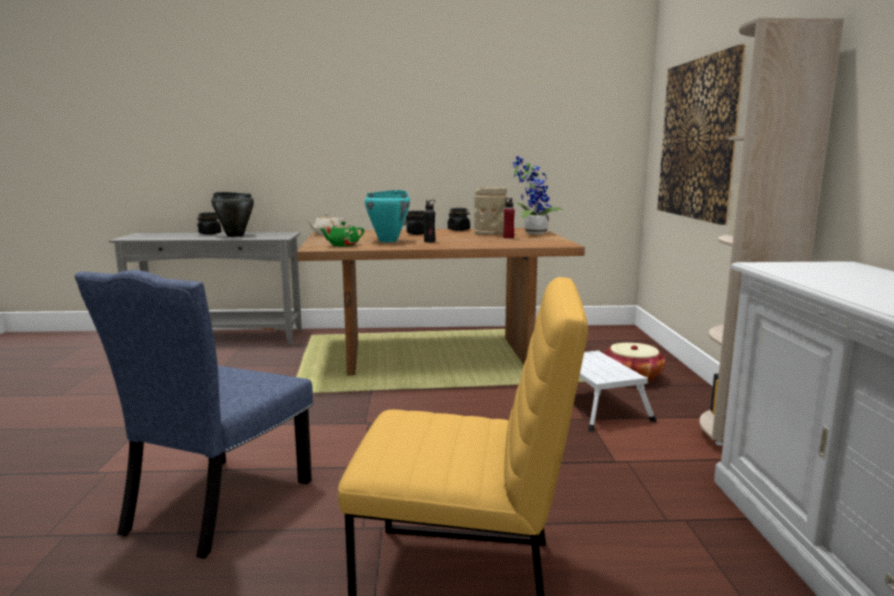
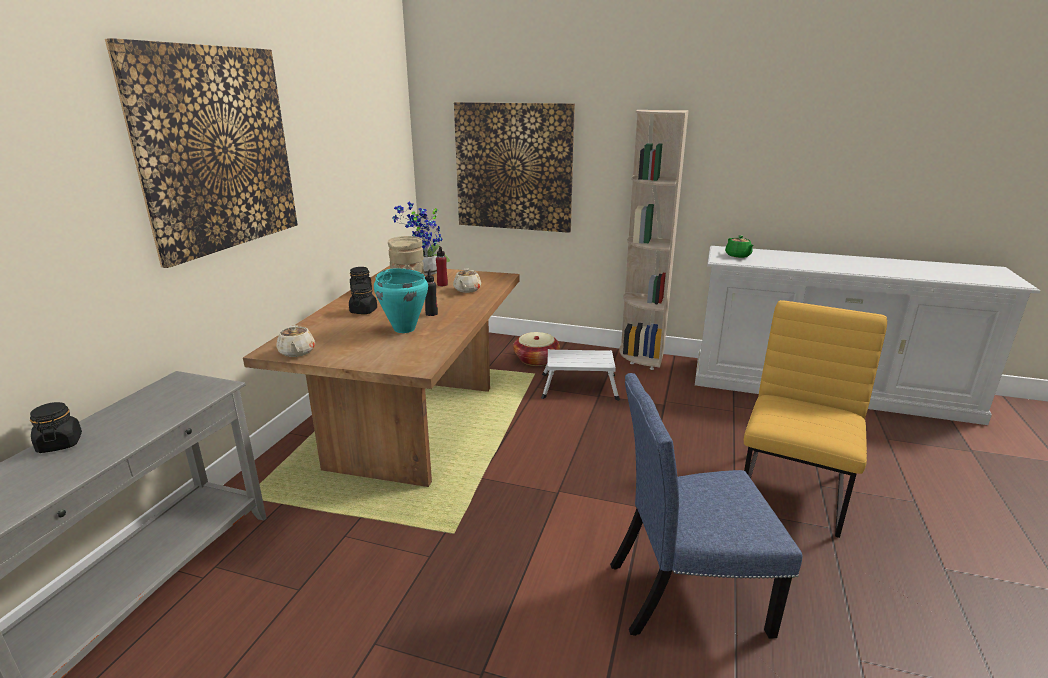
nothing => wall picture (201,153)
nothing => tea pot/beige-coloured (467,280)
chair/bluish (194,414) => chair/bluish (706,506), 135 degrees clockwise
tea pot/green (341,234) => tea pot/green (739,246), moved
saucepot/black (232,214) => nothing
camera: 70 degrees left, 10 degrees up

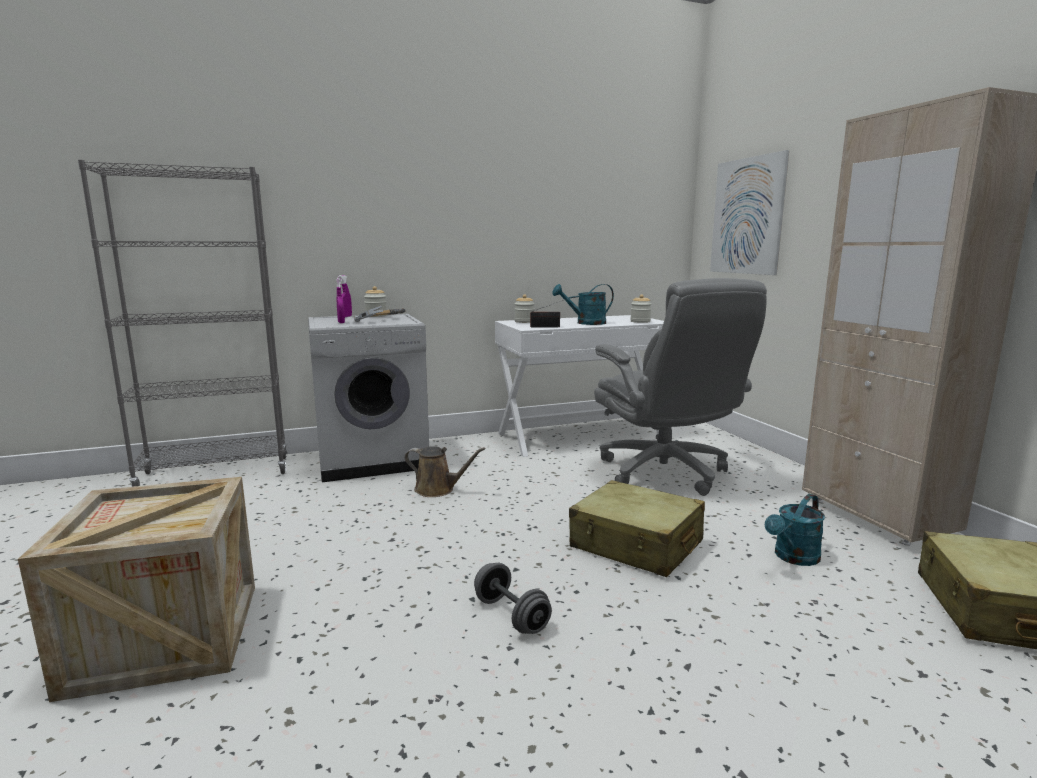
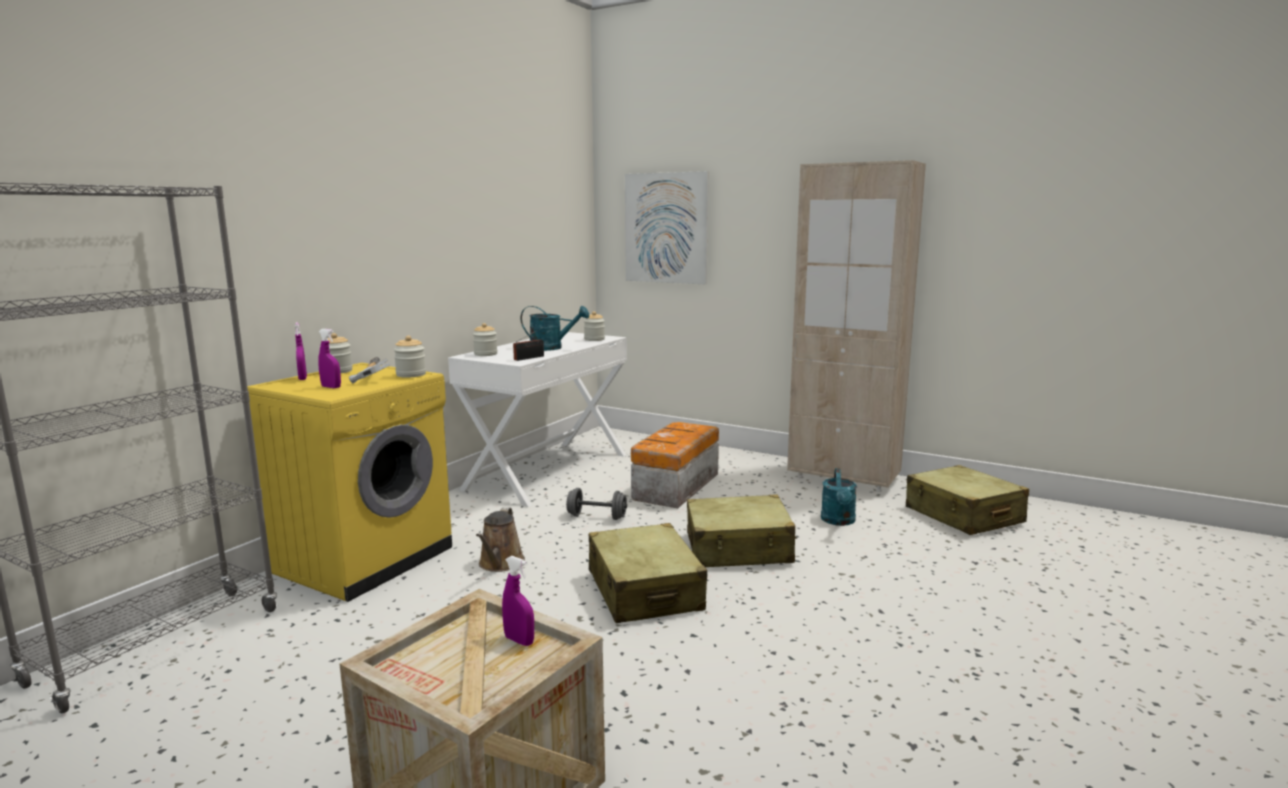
laundry appliance/white-coloured (368,398) => laundry appliance/yellow-coloured (349,482)
nothing => storage jar (410,357)
watering can/brown-coloured (445,471) => watering can/brown-coloured (500,539), 120 degrees clockwise
nothing => hand sprayer/purple-coloured (518,601)
watering can/turquoise-coloured (583,304) => watering can/turquoise-coloured (555,328), 120 degrees counterclockwise
free weight/greyish (513,598) => free weight/greyish (596,504), moved
nothing => travel case/beige-coloured (648,573)
computer chair/greyish (680,386) => storage box (675,465)
camera: 40 degrees left, 0 degrees up

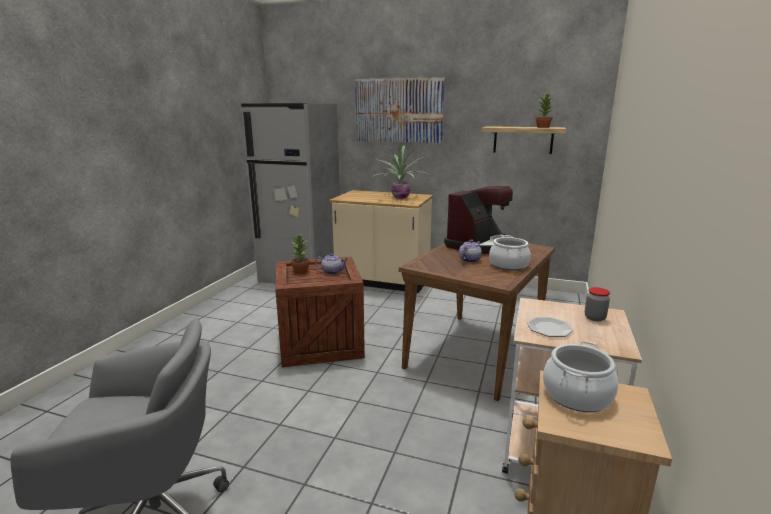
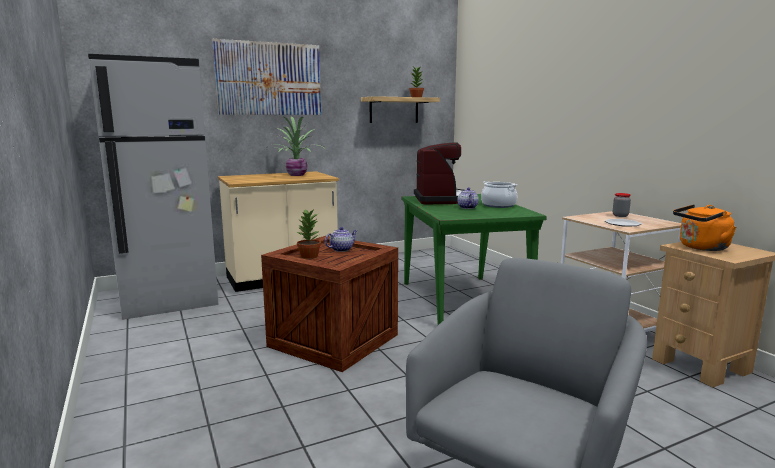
dinner table/brown-coloured (477,322) => dinner table/green (474,259)
saucepot (580,376) => water kettle/orange (704,227)
camera: 45 degrees left, 5 degrees down

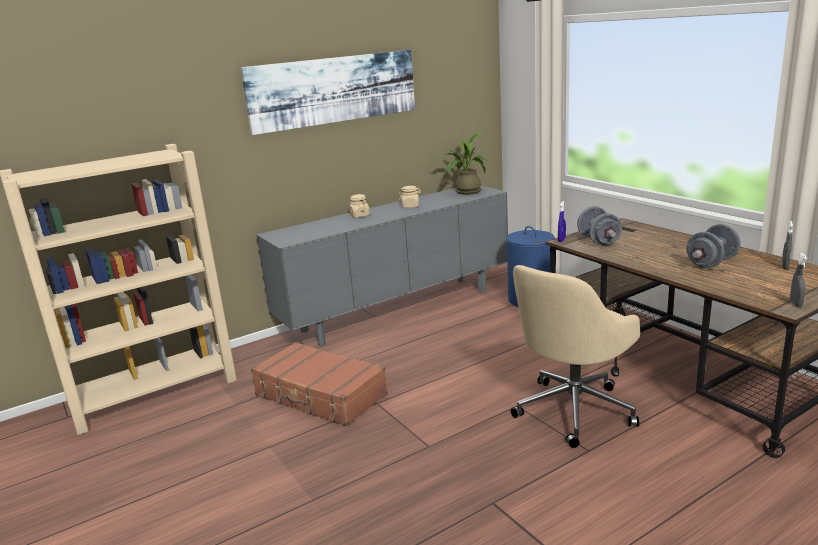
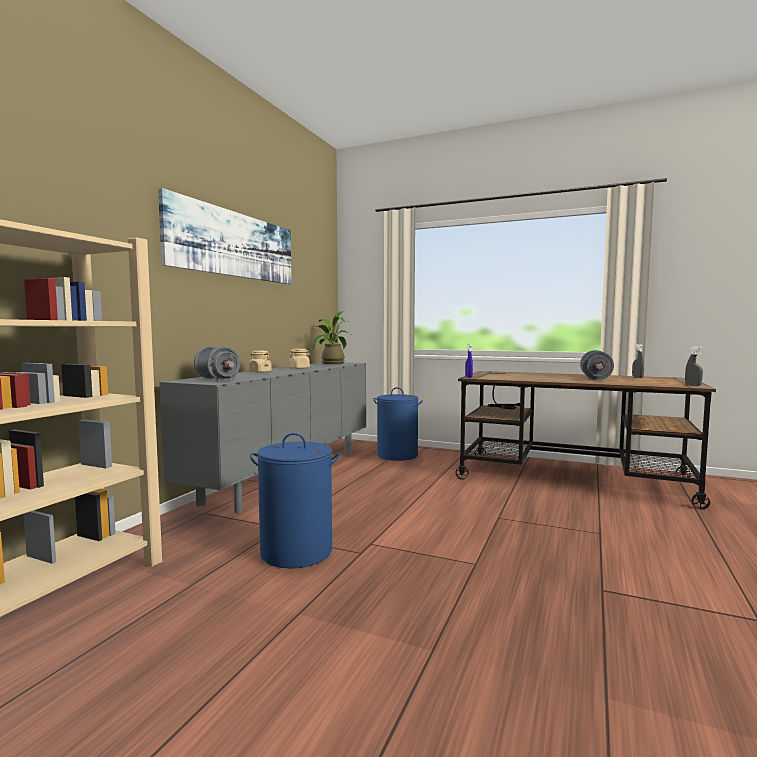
free weight/greyish (599,226) => free weight/greyish (217,363), moved
travel case/brown-coloured (319,384) => laundry basket/bluish (295,501)
computer chair/beige-coloured (575,356) => nothing
camera: 35 degrees left, 15 degrees down

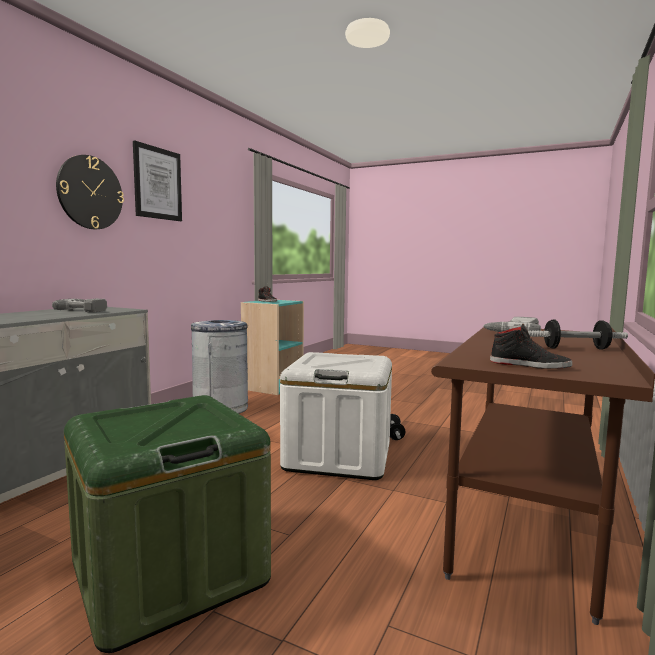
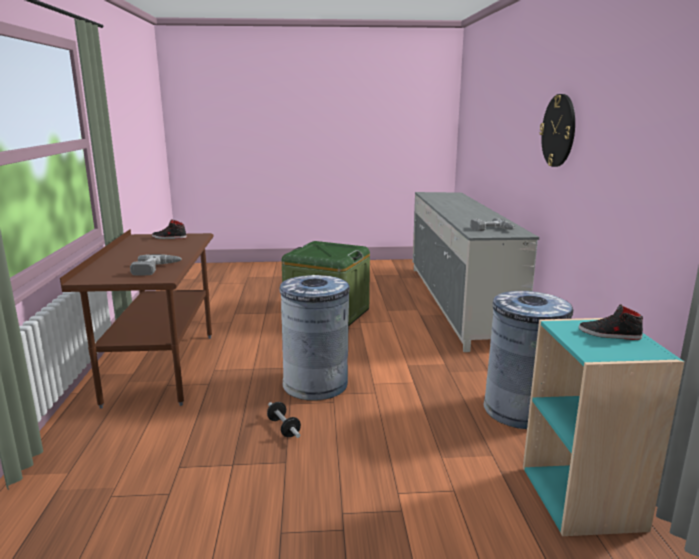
storage box/white-coloured (336,416) => rubbish bin/greyish (315,338)
wall picture (157,180) => nothing
free weight (578,335) => nothing
camera: 150 degrees right, 10 degrees up

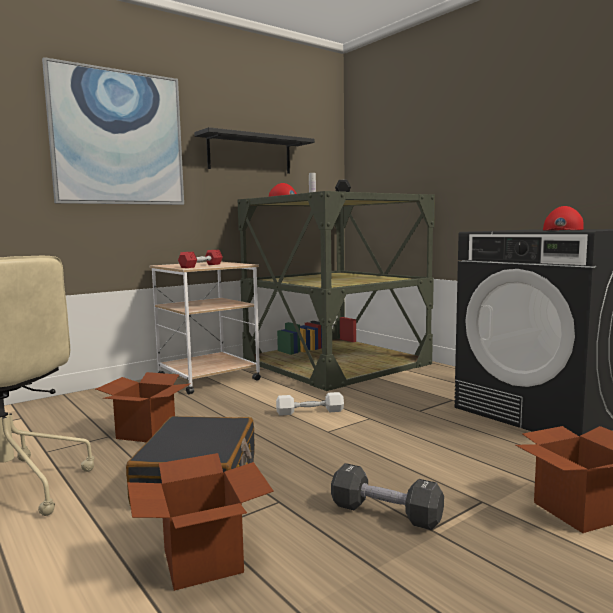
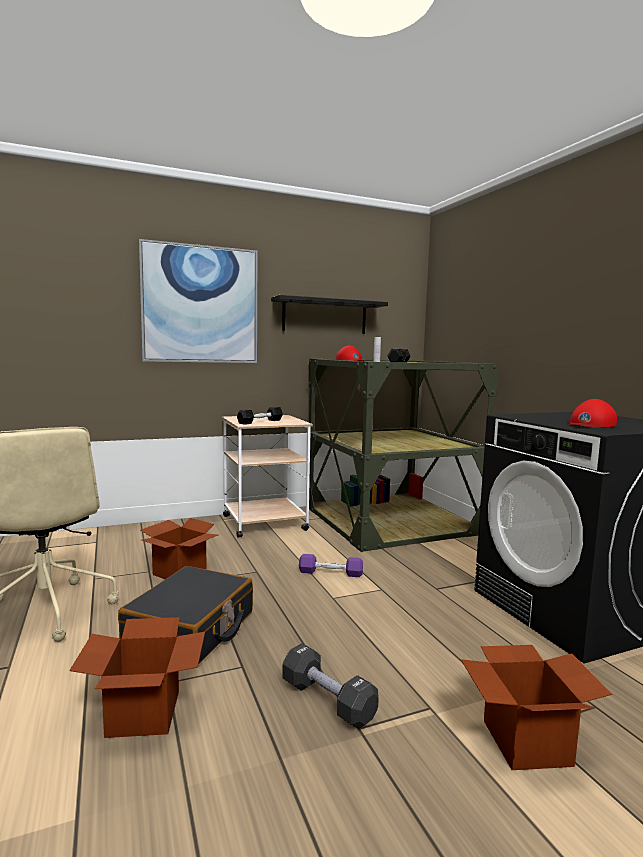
free weight/red-coloured (200,259) => free weight/black (260,416)
free weight/white-coloured (310,404) => free weight/purple-coloured (331,565)
camera: 15 degrees right, 0 degrees up

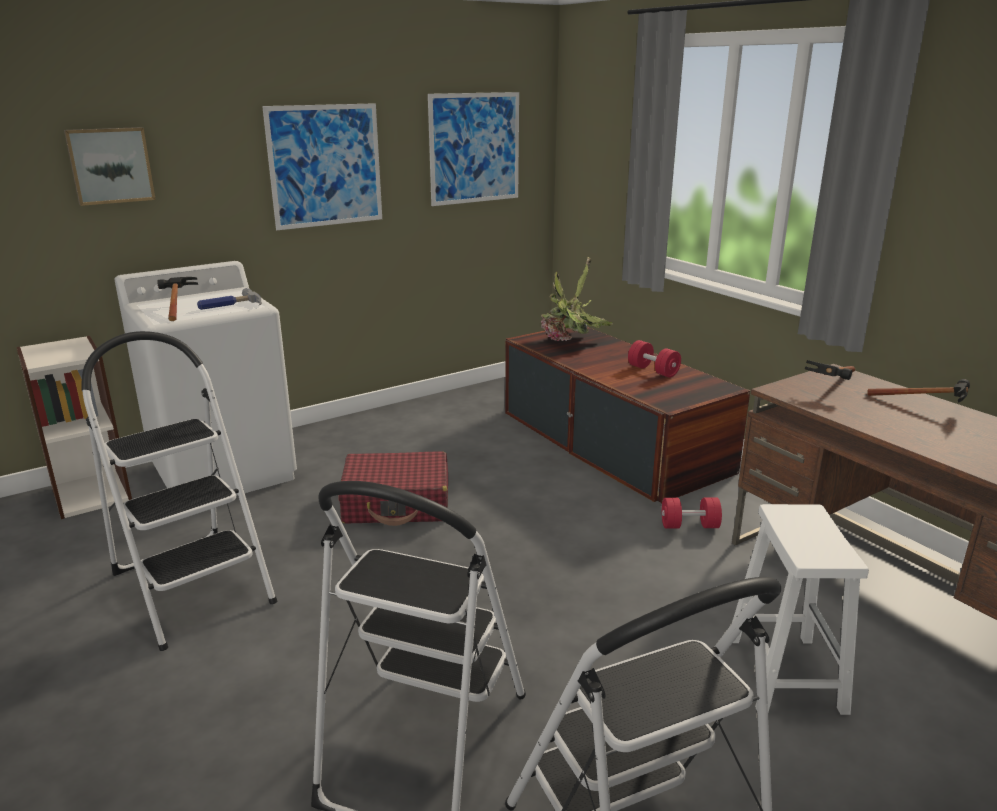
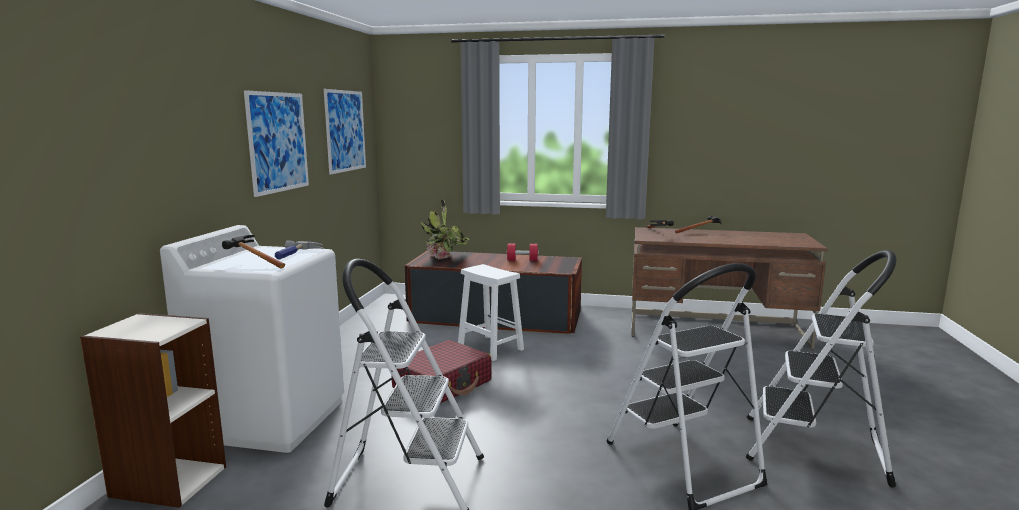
sitting stool/white-coloured (800,609) => sitting stool/white-coloured (491,312), moved
wall picture (110,166) => nothing
free weight/red-coloured (692,513) => nothing
camera: 45 degrees left, 10 degrees down

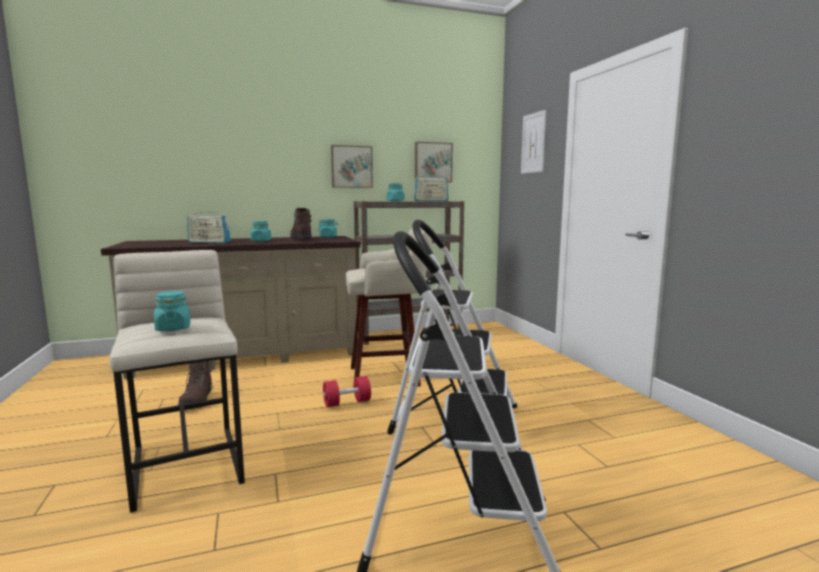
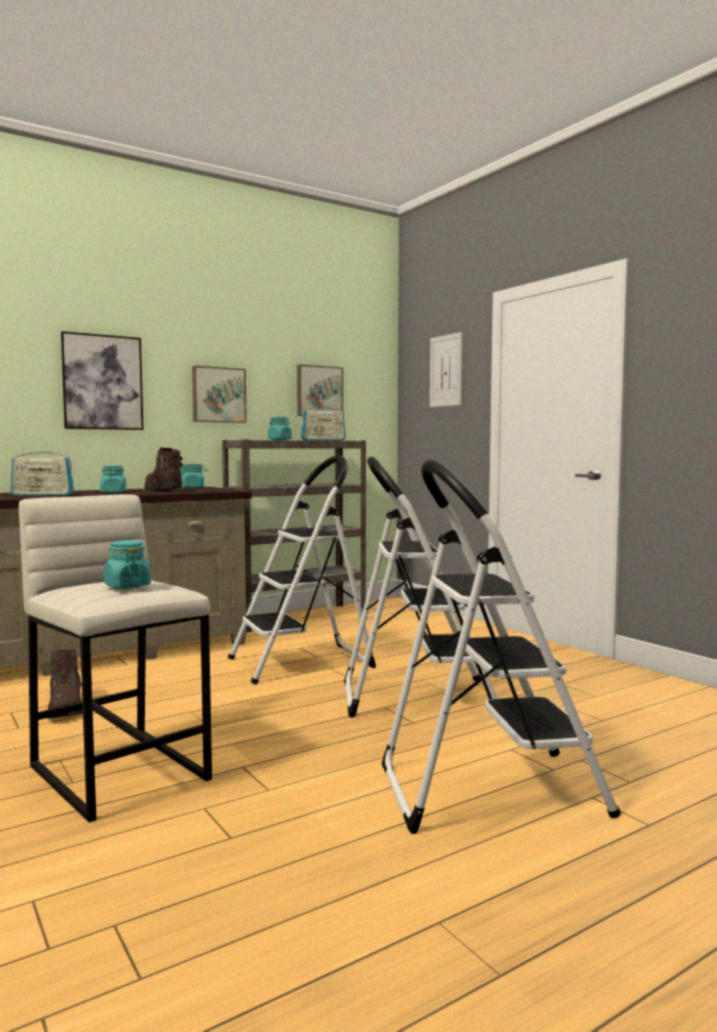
nothing => wall picture (102,380)
sitting stool/beige-coloured (388,308) => step stool (302,569)
free weight/red-coloured (347,391) => nothing
camera: 15 degrees left, 5 degrees down

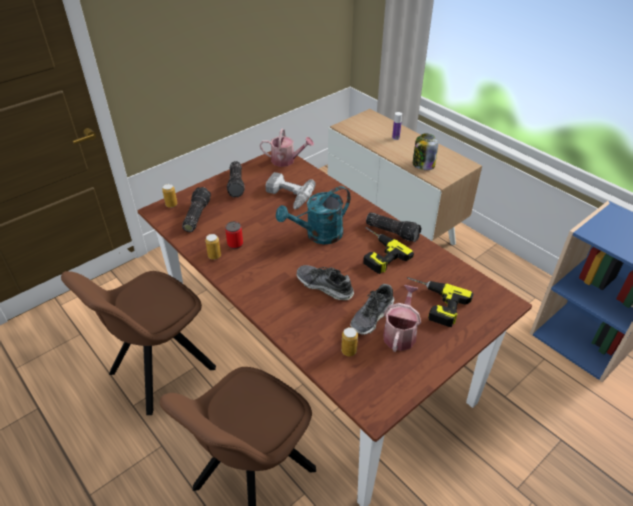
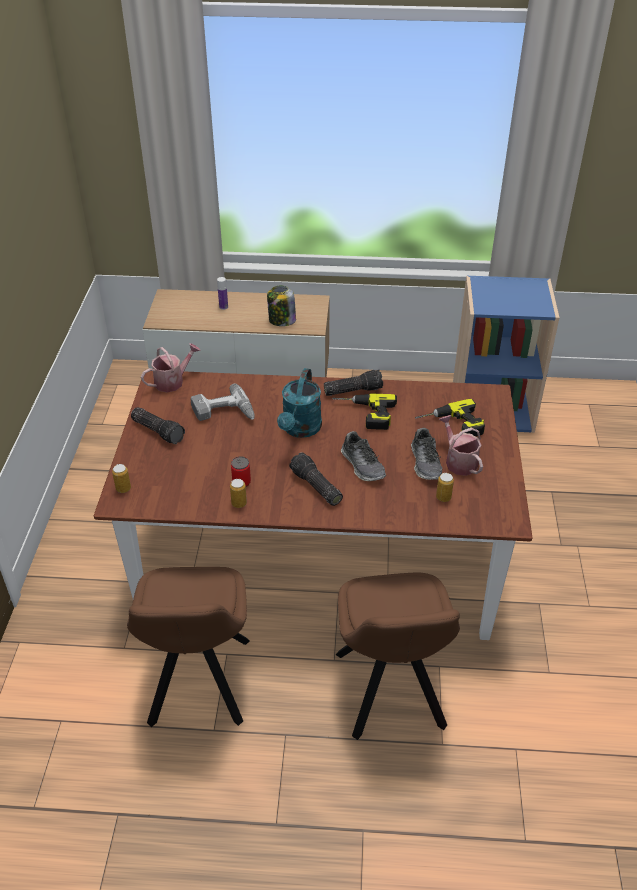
flashlight (196,209) => flashlight (316,479), moved
low shoe (325,282) => low shoe (363,456), 105 degrees counterclockwise
camera: 45 degrees left, 0 degrees up

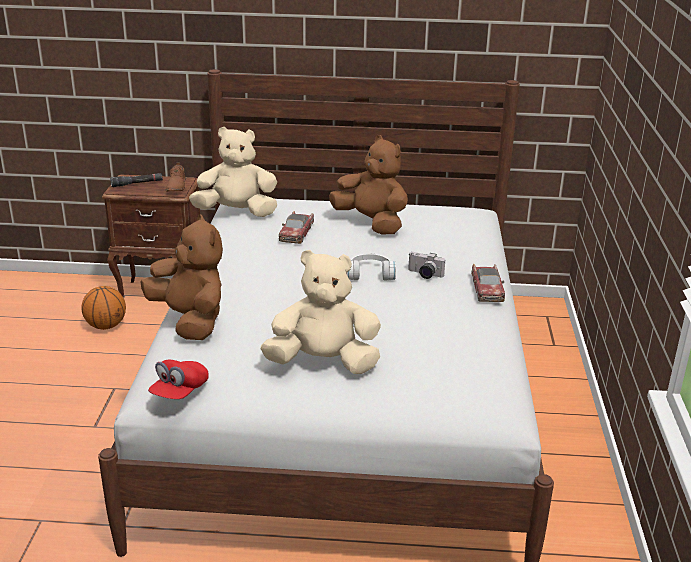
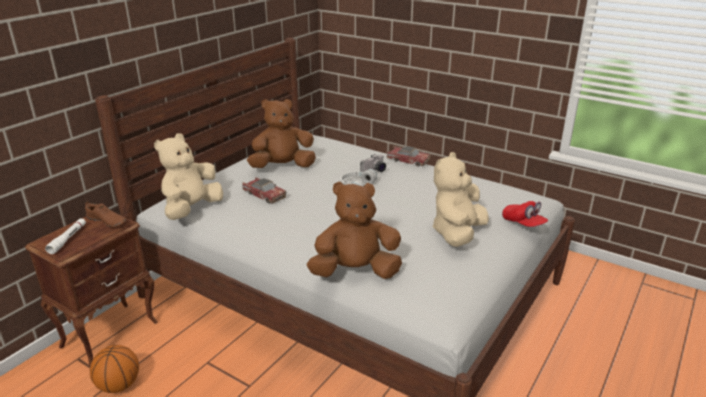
flashlight/black (136,180) => flashlight/white-coloured (65,236)
peaked cap/red-coloured (178,379) => peaked cap/red-coloured (525,214), moved
camera: 60 degrees left, 0 degrees up

